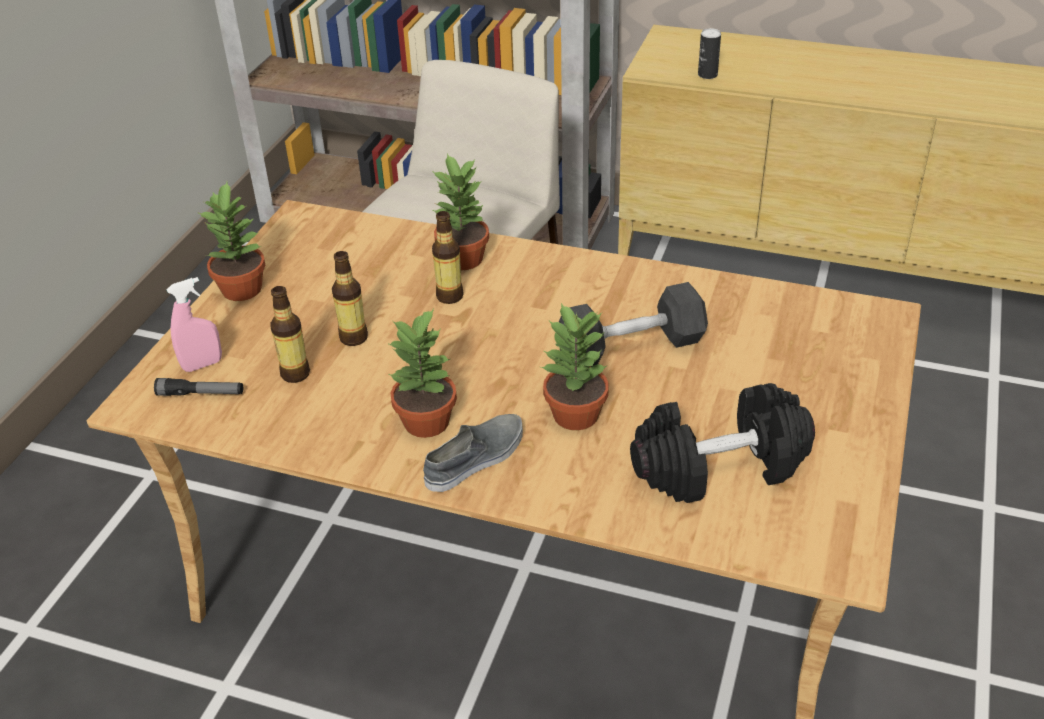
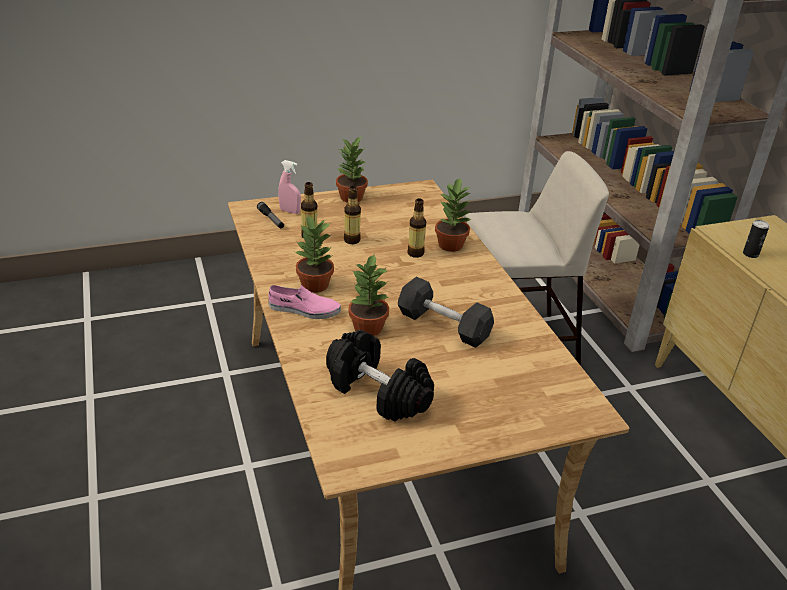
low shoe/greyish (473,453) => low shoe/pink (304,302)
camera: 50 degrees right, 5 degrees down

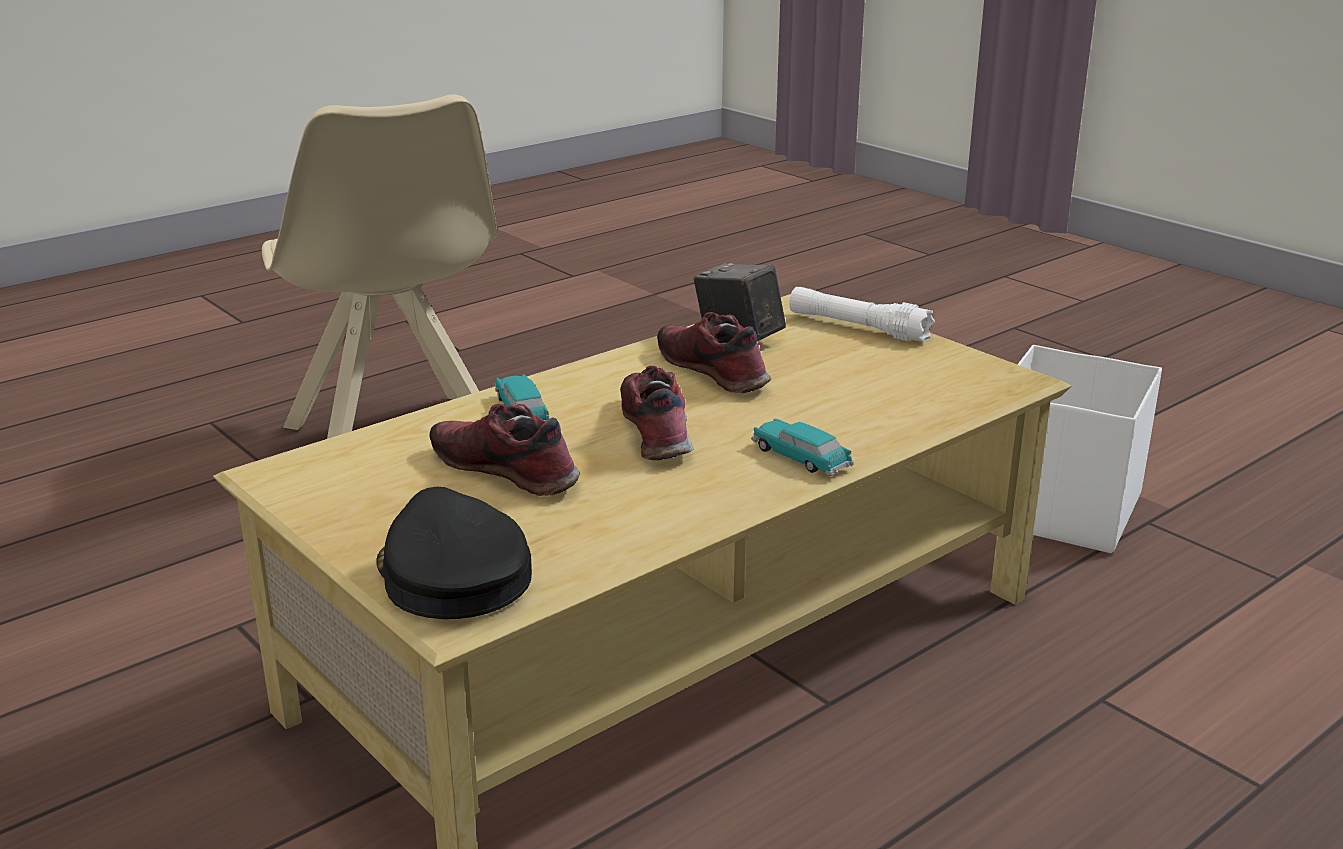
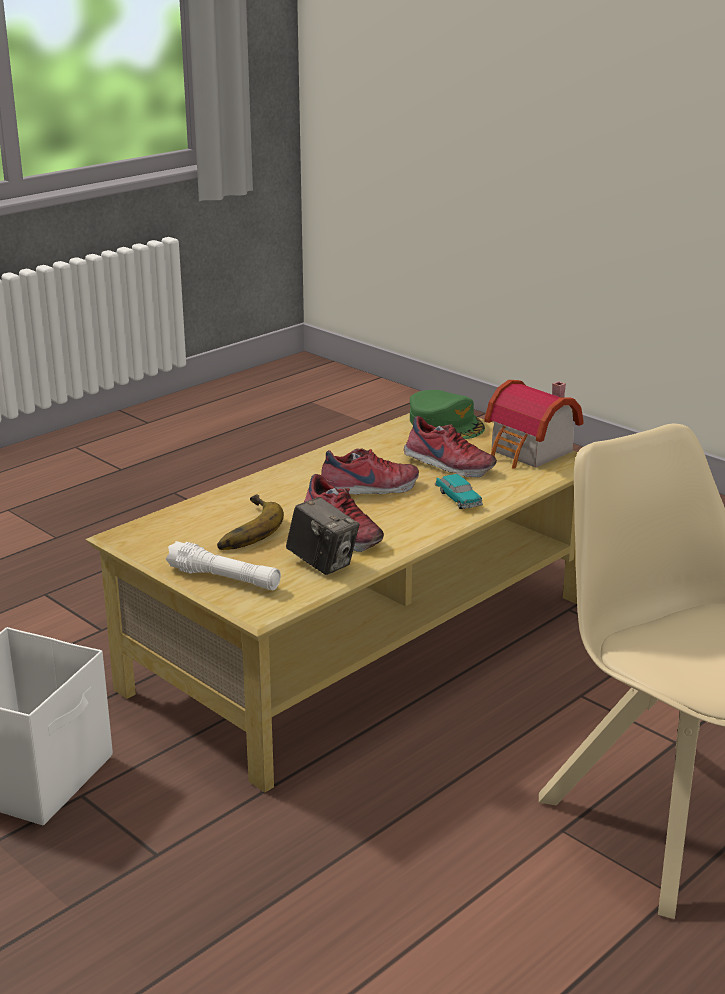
nothing => banana fruit (250,522)
low shoe (657,413) => low shoe (370,471), 90 degrees counterclockwise
peaked cap/black (454,553) => peaked cap/green (447,414)
nothing => toy house (534,424)
model car (802,447) => nothing
camera: 175 degrees right, 0 degrees up

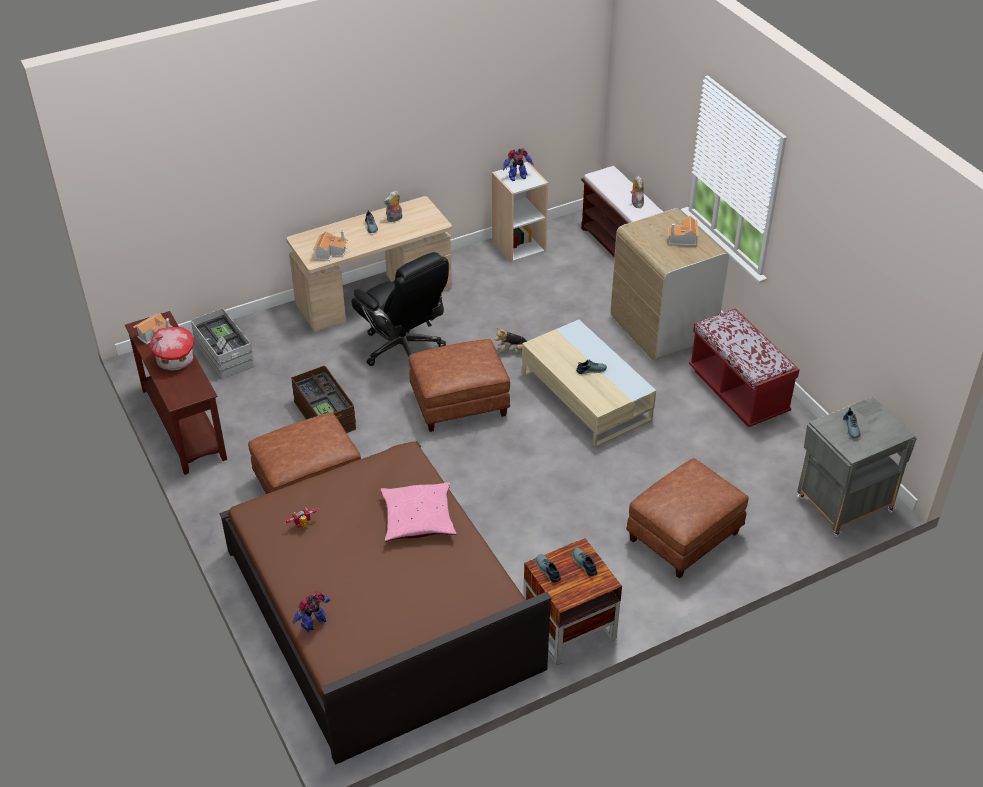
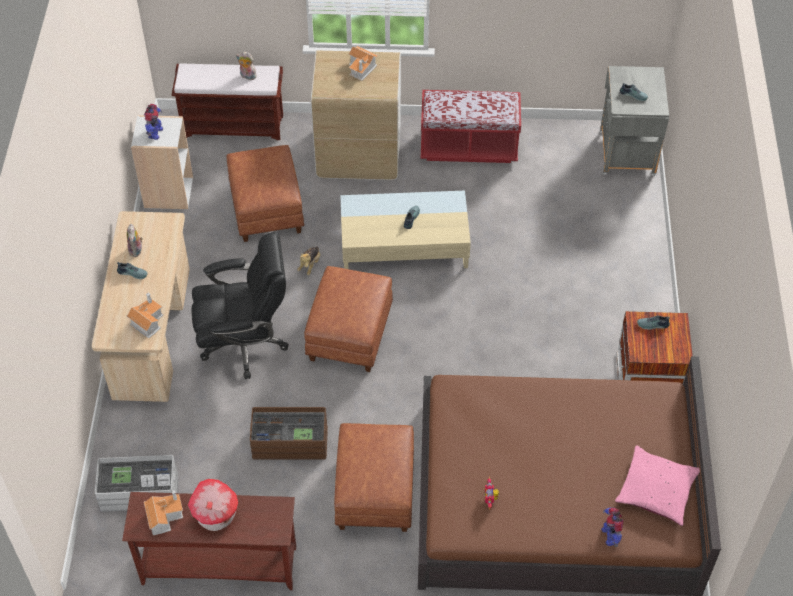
footrest/brown-coloured (687,519) => footrest/brown-coloured (265,193), moved
pillow/pink (419,512) => pillow/pink (657,485), moved
low shoe (548,568) => nothing
camera: 60 degrees left, 10 degrees up

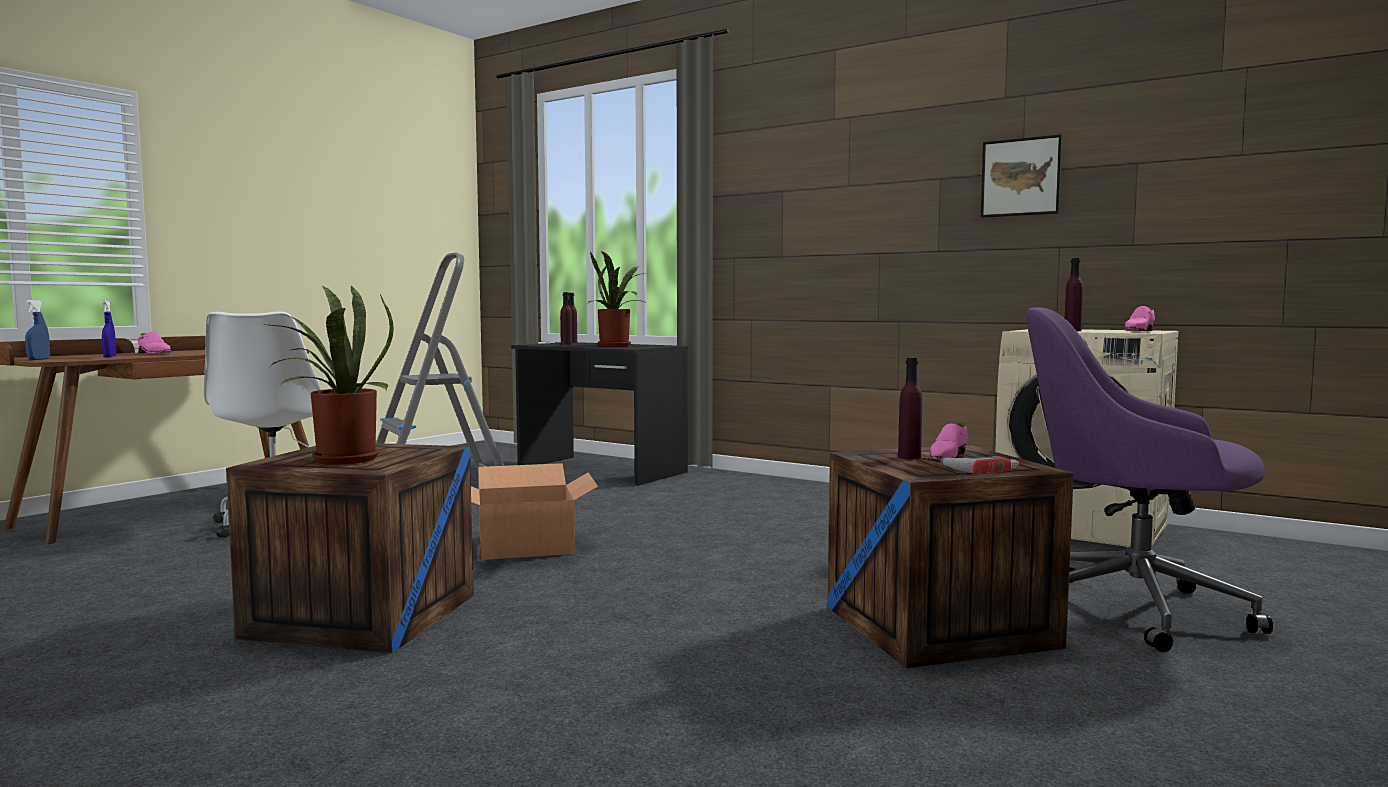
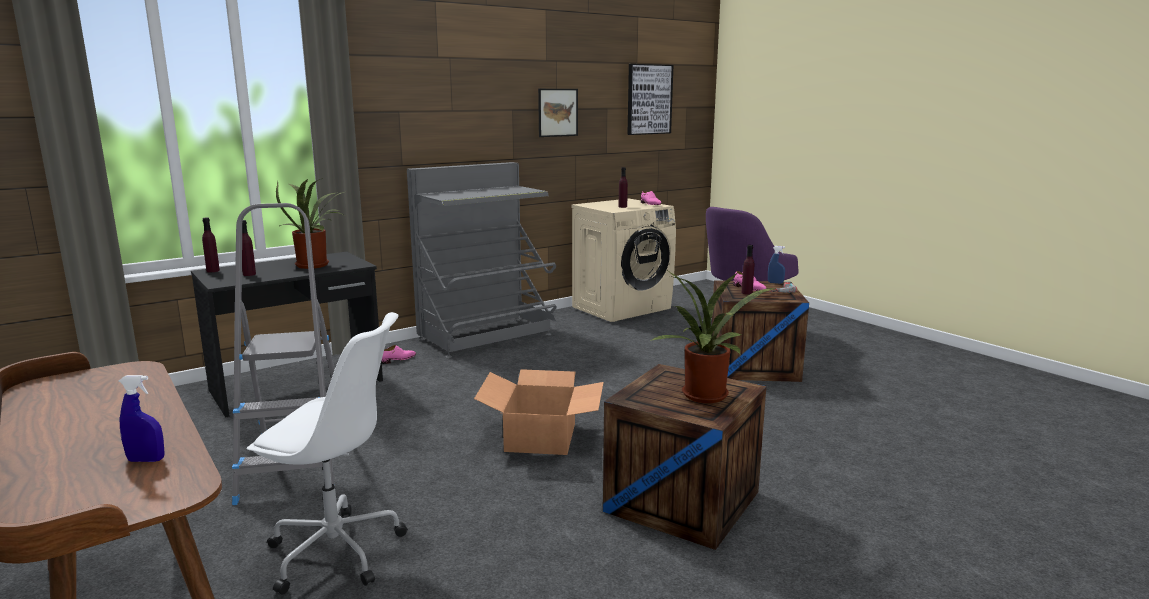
low shoe/pink (154,342) => low shoe/pink (399,354), moved
nothing => shoe rack/greyish (482,260)
nothing => wall picture (650,99)
hand sprayer/bluish (37,330) => hand sprayer/bluish (776,265), moved
camera: 70 degrees left, 10 degrees up

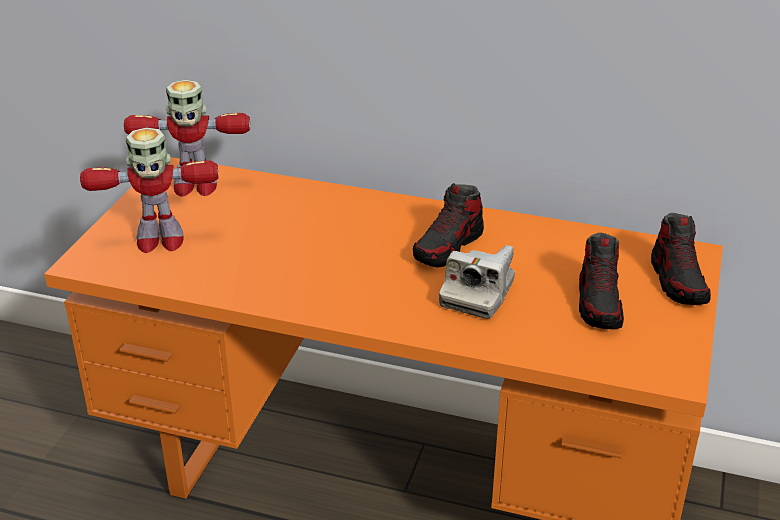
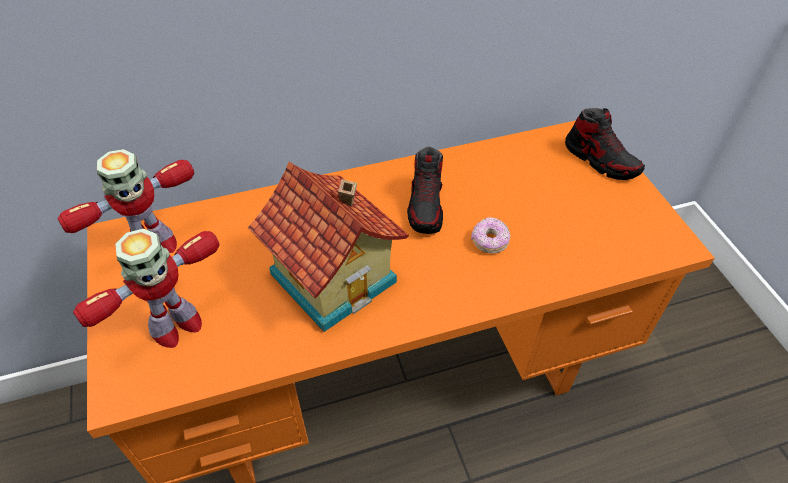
nothing => toy house (328,247)
still camera (477,282) => ring doughnut (490,235)
low shoe (601,281) => nothing
camera: 35 degrees left, 15 degrees up

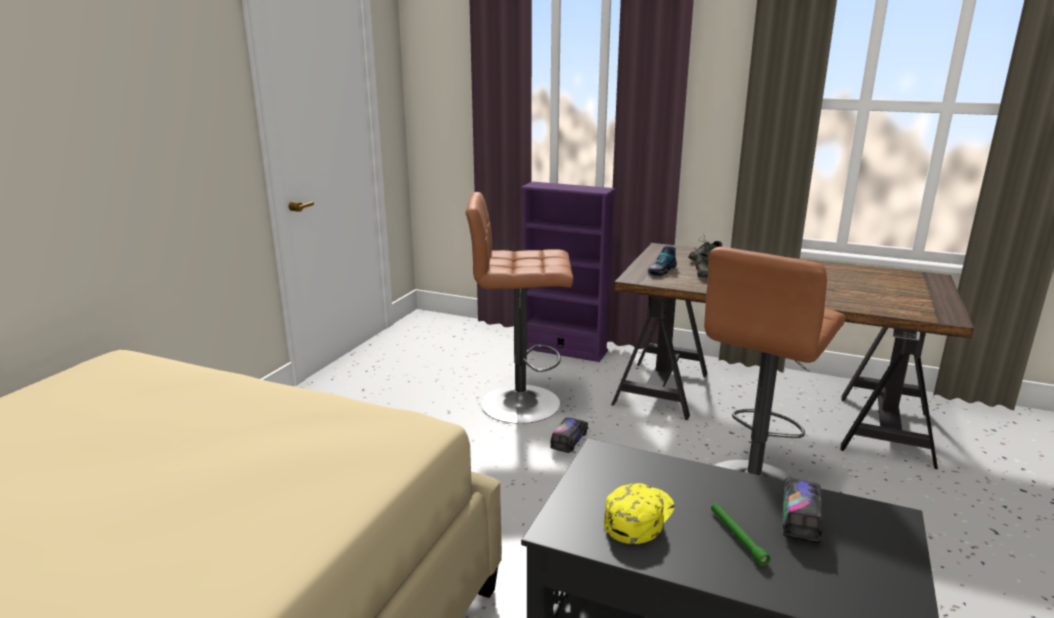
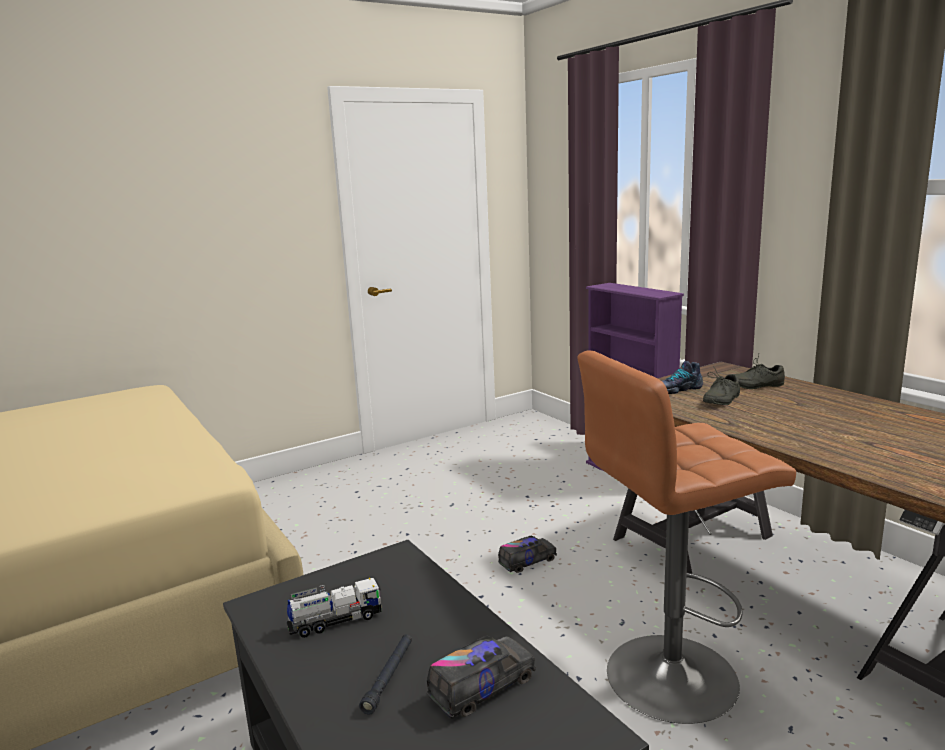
peaked cap/yellow-coloured (639,513) => toy lorry (333,608)
flashlight/green (740,534) => flashlight/black (385,674)
sitting stool/brown-coloured (519,308) => nothing
camera: 35 degrees right, 5 degrees down

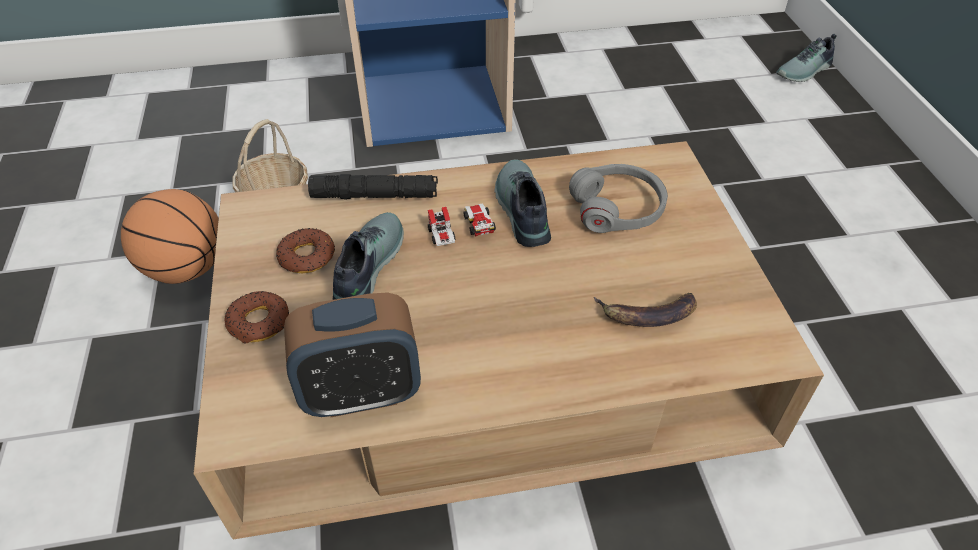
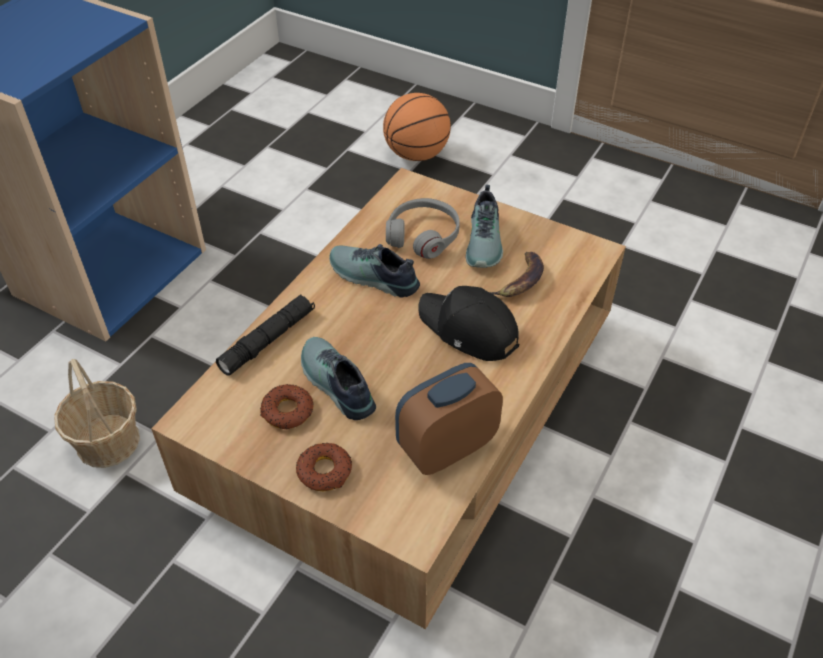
basketball (170,236) => basketball (417,127), moved
bedside clock (352,354) => bedside clock (449,419), 150 degrees counterclockwise
nothing => peaked cap/black (468,323)
low shoe (806,57) => low shoe (484,226), moved
model car (462,225) => nothing
camera: 50 degrees left, 0 degrees up

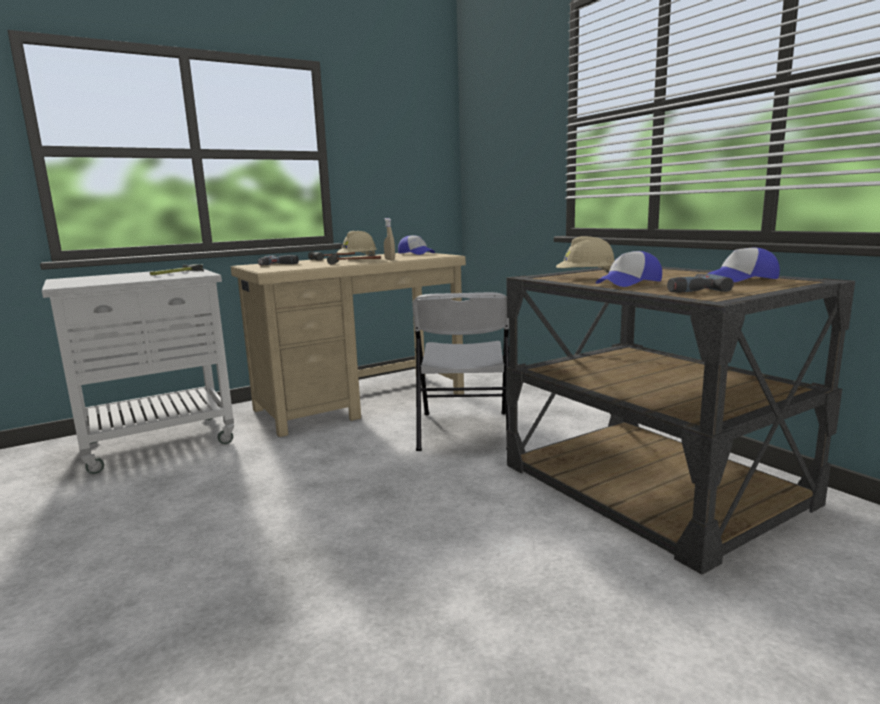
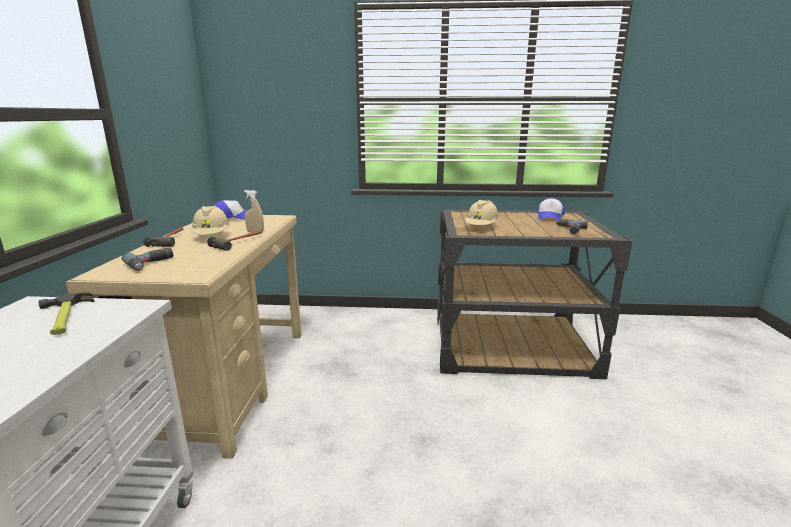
chair/white-coloured (461,371) => nothing
peaked cap (629,269) => nothing
camera: 55 degrees left, 5 degrees up

